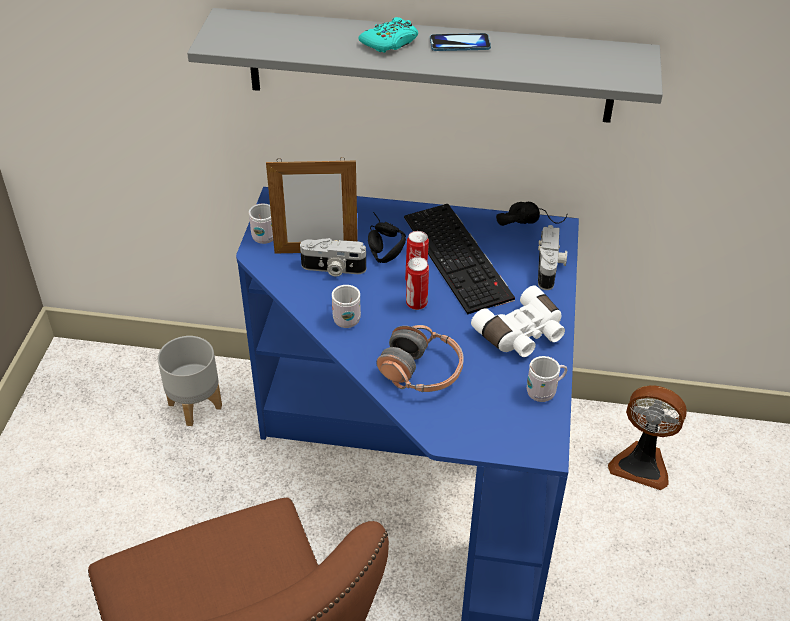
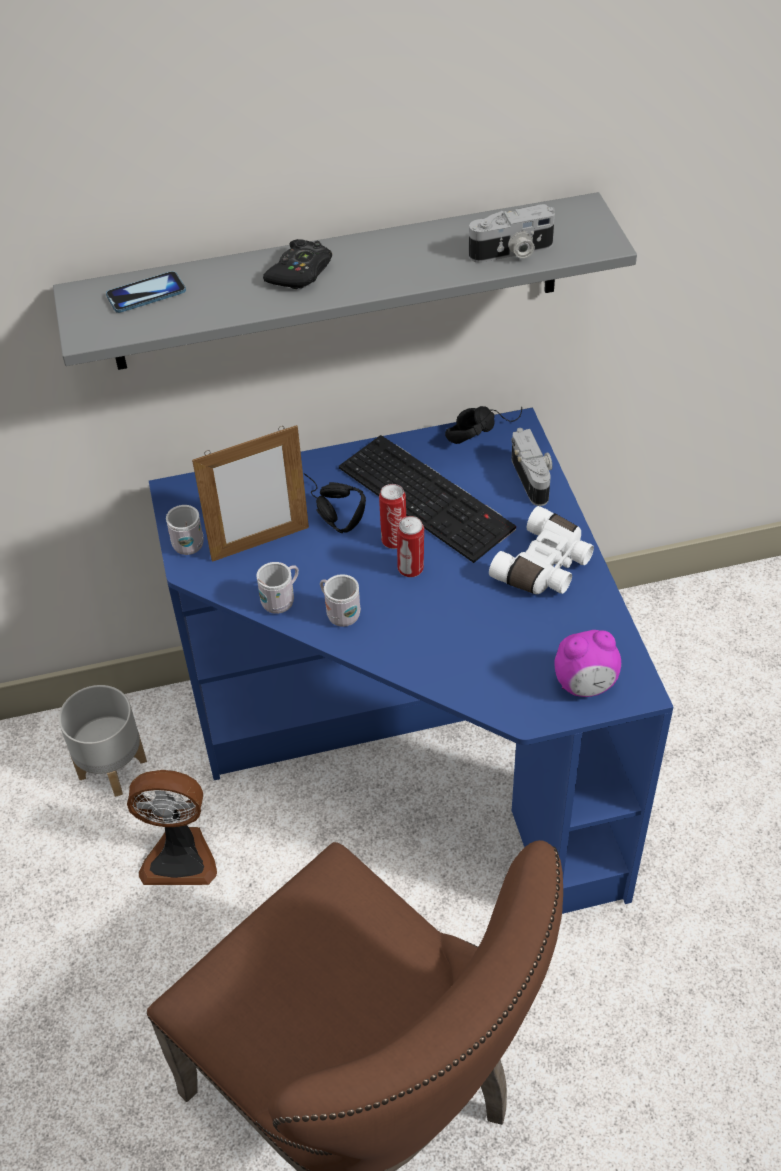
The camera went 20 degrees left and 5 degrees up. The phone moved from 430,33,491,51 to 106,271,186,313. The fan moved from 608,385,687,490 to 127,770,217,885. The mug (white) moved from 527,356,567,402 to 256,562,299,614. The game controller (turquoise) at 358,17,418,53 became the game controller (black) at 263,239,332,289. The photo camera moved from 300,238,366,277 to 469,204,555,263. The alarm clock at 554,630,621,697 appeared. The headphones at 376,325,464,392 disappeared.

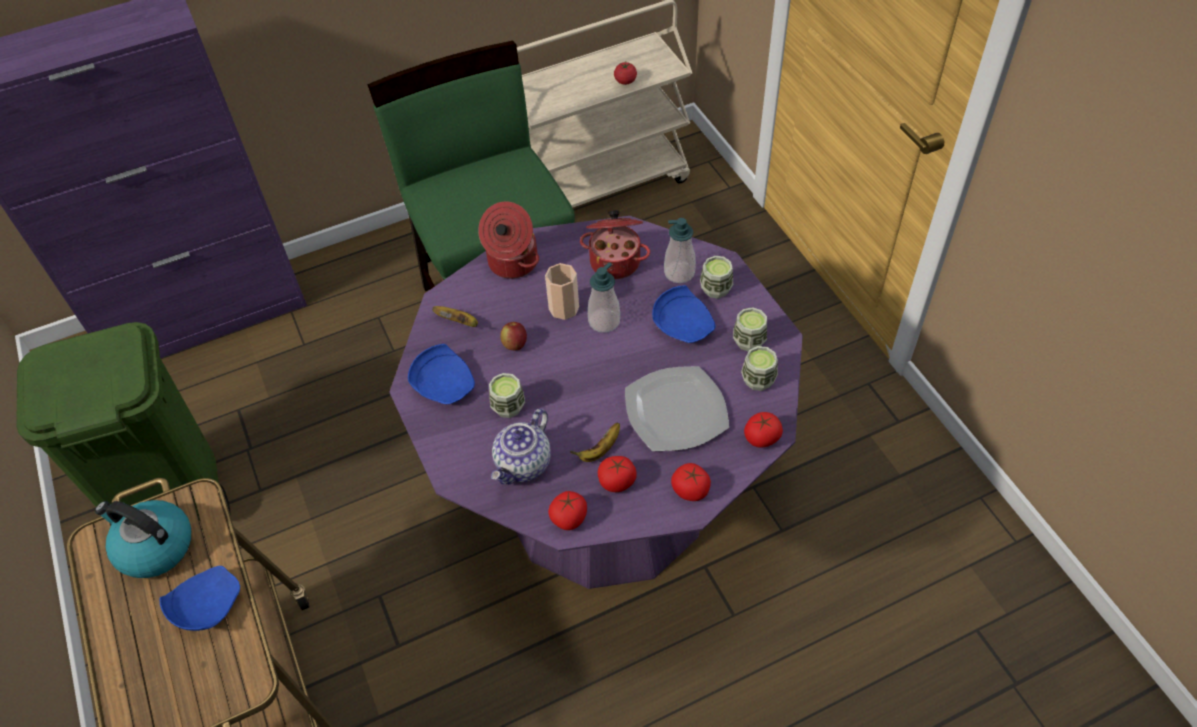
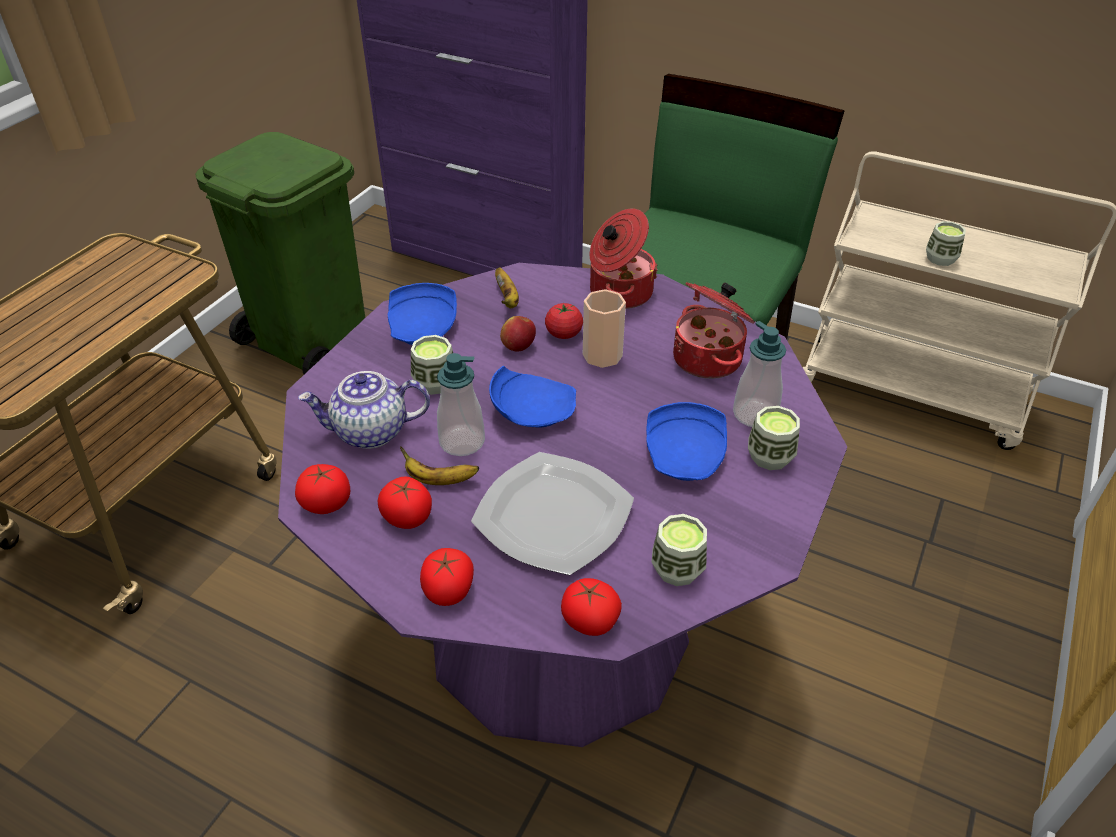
The camera went 50 degrees right and 10 degrees down. The soap dispenser moved from 588,262,620,333 to 437,353,485,456. The plate (blue) moved from 160,566,240,631 to 489,366,576,428. The tomato moved from 614,62,637,85 to 545,303,583,339. The cup moved from 733,307,767,351 to 926,221,966,266. The kettle at 95,500,191,578 disappeared.

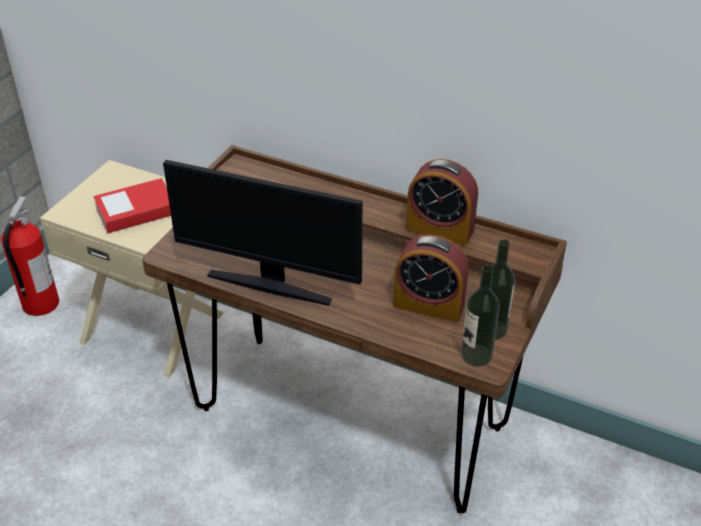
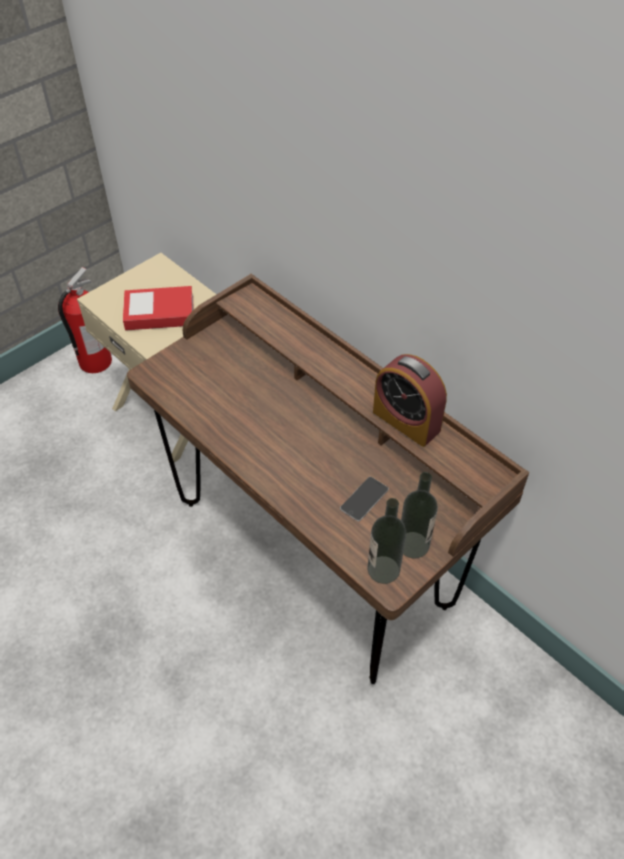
The camera went 20 degrees right and 10 degrees up. The alarm clock at 394,234,469,322 was replaced by the phone at 340,477,389,521. The monitor at 163,160,362,306 disappeared.

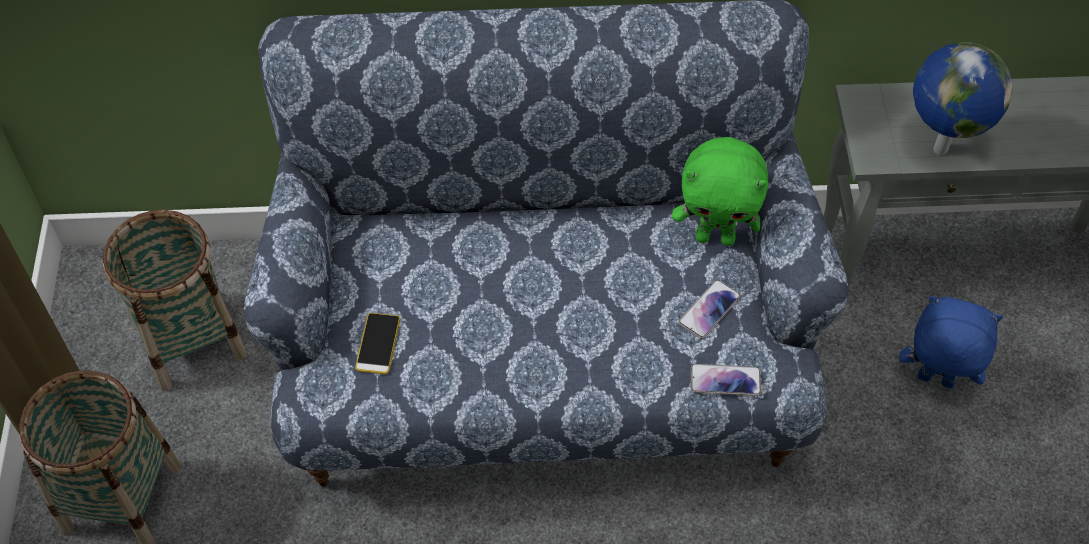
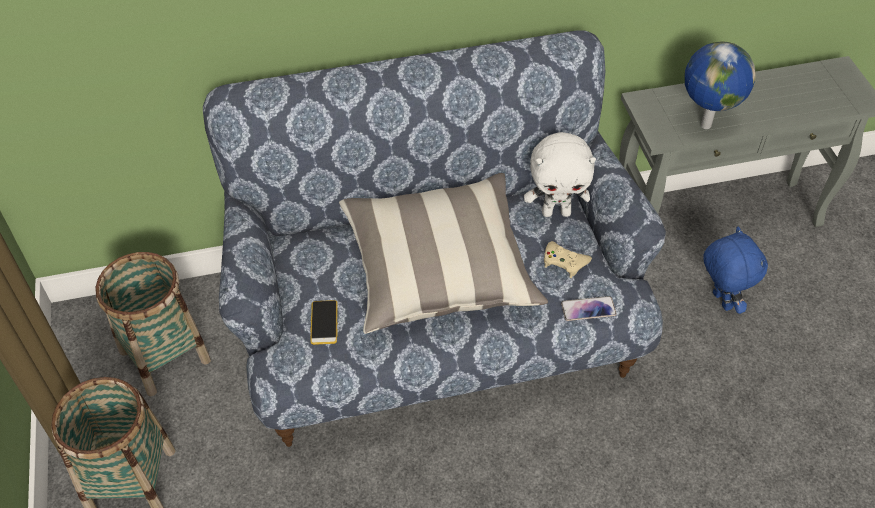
The camera went 10 degrees left and 5 degrees down. The pillow at 339,173,548,334 appeared. The plush toy (green) at 672,137,769,246 became the plush toy (white) at 524,132,596,217. The phone at 678,280,741,339 was replaced by the game controller (beige) at 544,241,592,278. The plush toy (blue) at 899,296,1003,388 turned 60 degrees clockwise.

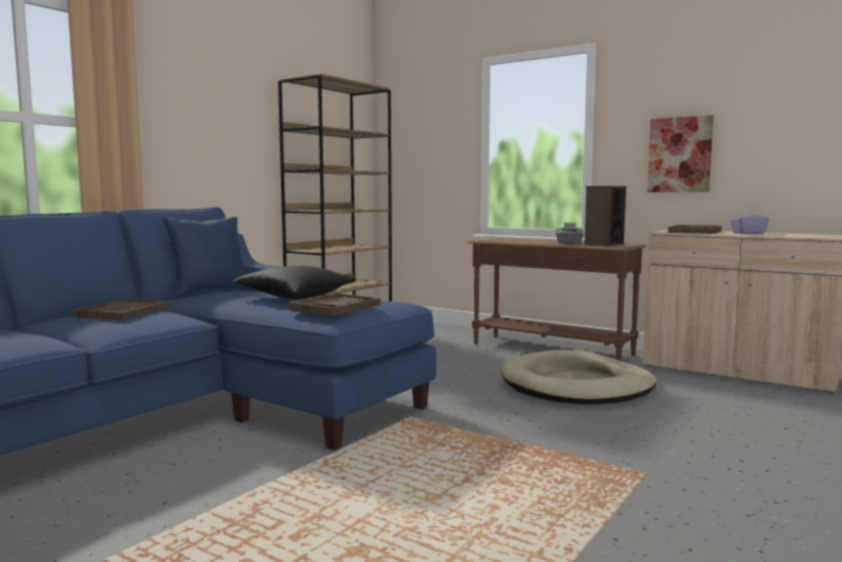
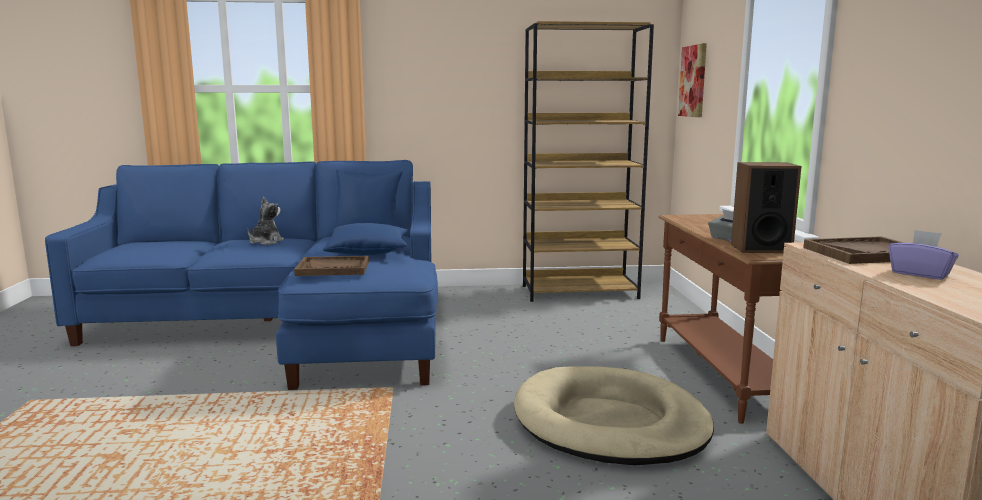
The camera went 50 degrees right and 5 degrees up. The tray (brown) at 72,299,170,320 was replaced by the plush toy at 247,197,284,245. The pillow (black) at 233,265,356,299 became the pillow (blue) at 323,223,408,255. The picture moved from 647,115,714,192 to 678,43,707,117.

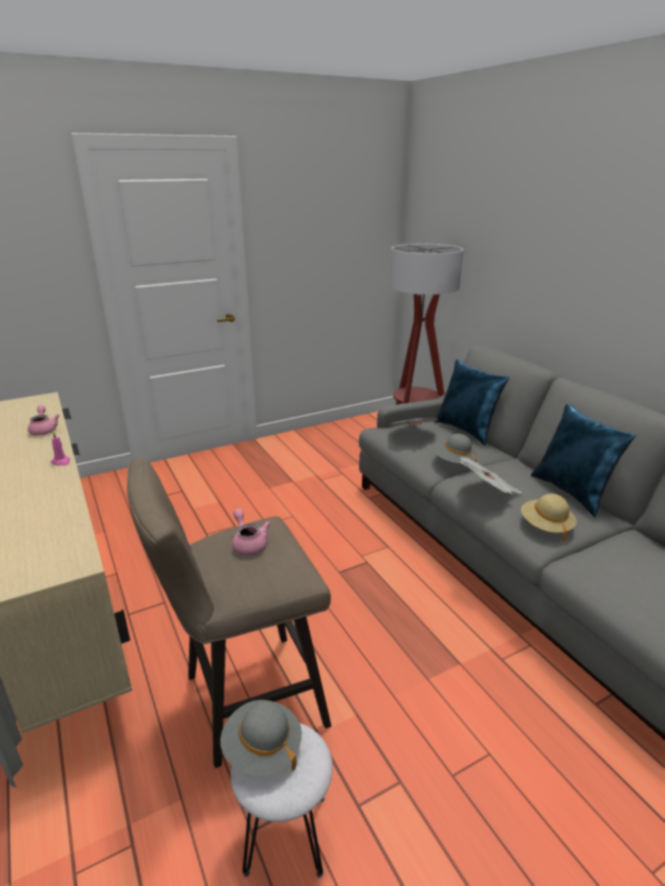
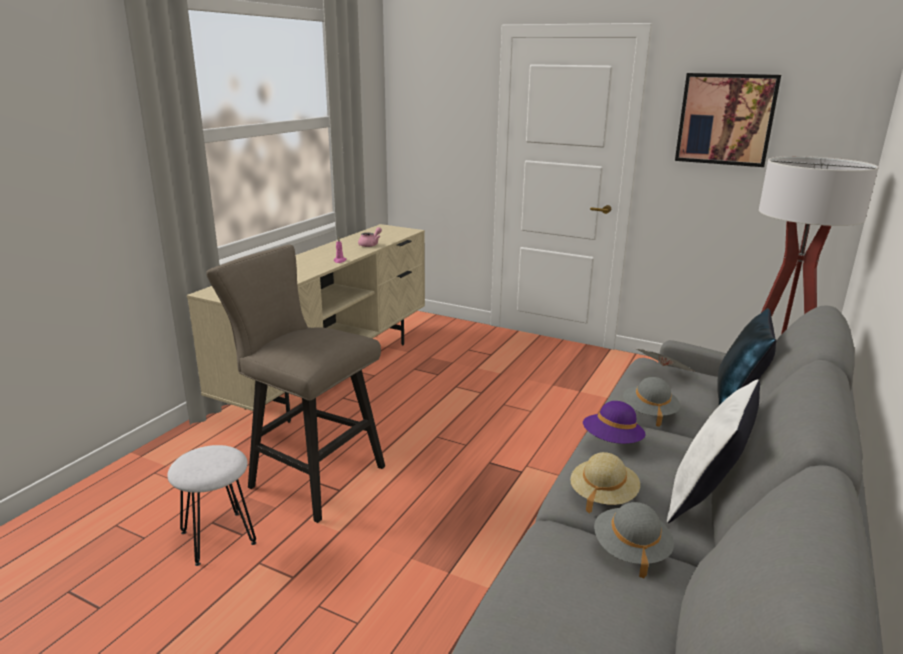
The camera went 55 degrees right and 5 degrees down. The newspaper at 460,457,522,494 was replaced by the hat (purple) at 583,401,645,444. The hat (grey) moved from 220,700,302,776 to 594,502,674,578. The pillow (blue) at 531,403,636,517 became the pillow (white) at 667,380,760,523. The picture at 675,73,781,167 appeared. The teapot (pink) at 232,509,271,556 disappeared.

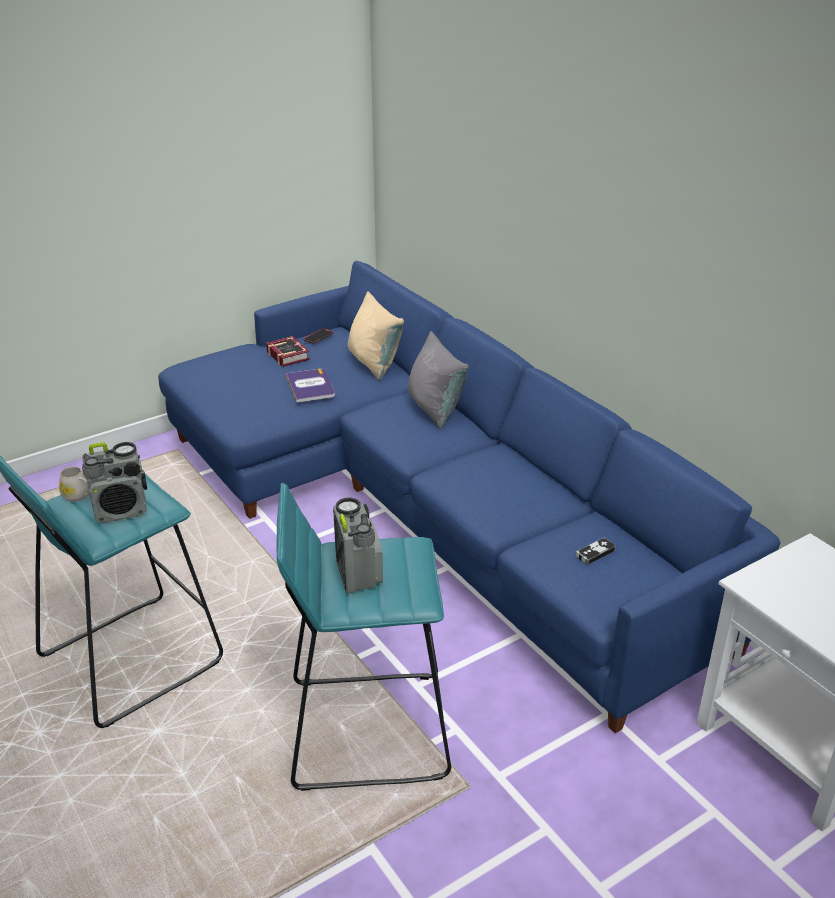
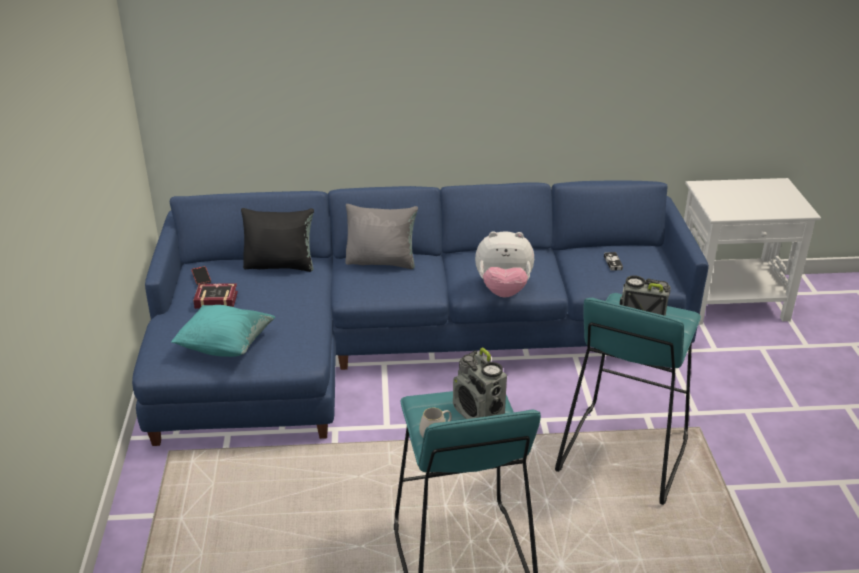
The camera went 60 degrees left and 0 degrees up. The pillow (turquoise) at 171,305,275,357 appeared. The pillow (beige) at 348,291,404,381 became the pillow (black) at 241,208,314,272. The radio at 82,442,147,523 turned 135 degrees clockwise. The plush toy at 475,231,534,298 appeared. The book at 286,369,335,403 disappeared.

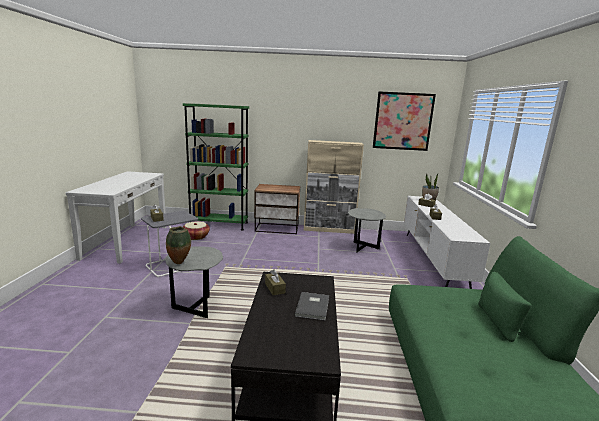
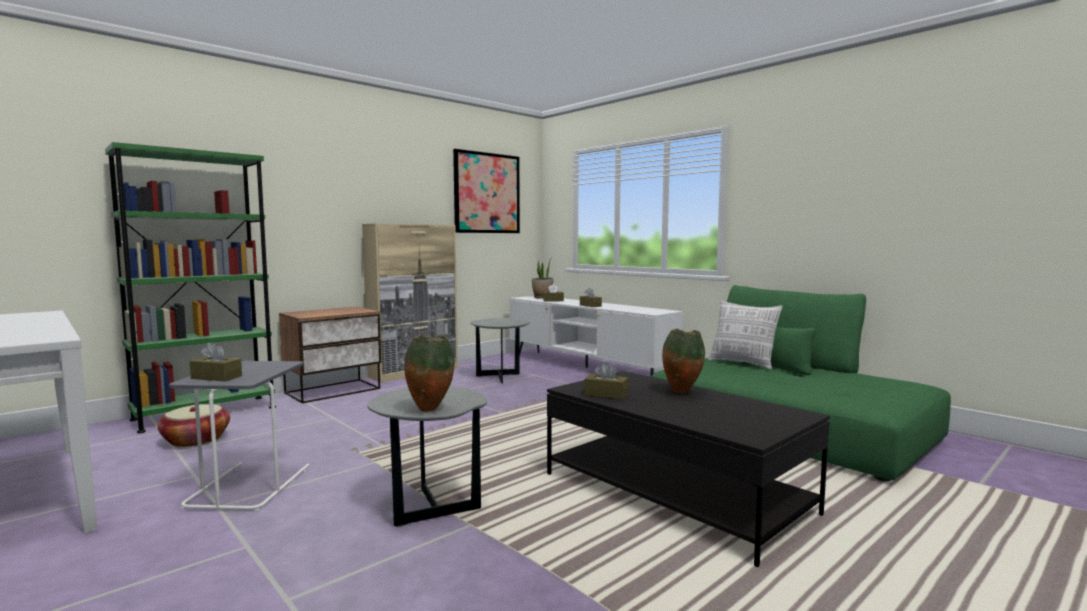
The camera went 45 degrees left and 10 degrees down. The book (grey) at 294,292,329,321 was replaced by the vase at 662,328,705,393. The pillow at 708,300,783,370 appeared.

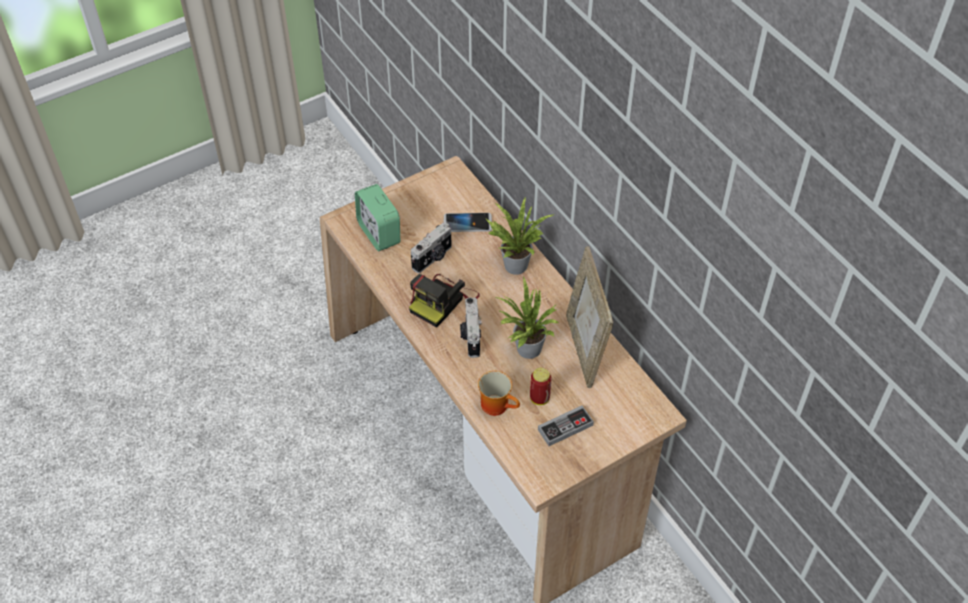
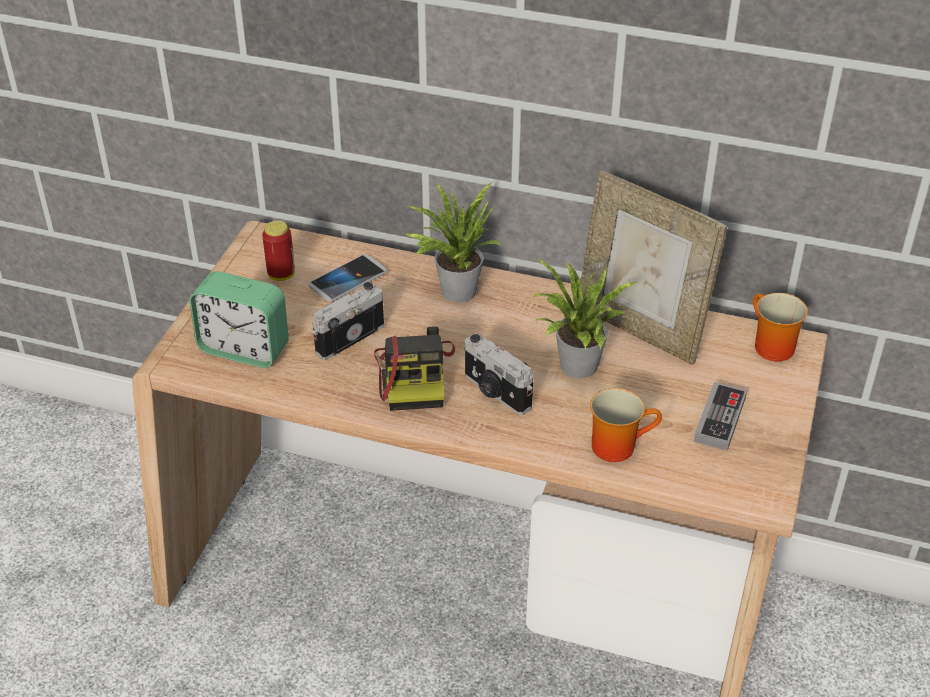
The camera went 40 degrees left and 10 degrees down. The can moved from 530,368,552,405 to 262,221,295,281. The photo camera at 411,223,452,273 turned 135 degrees counterclockwise. The mug at 753,293,808,362 appeared.

